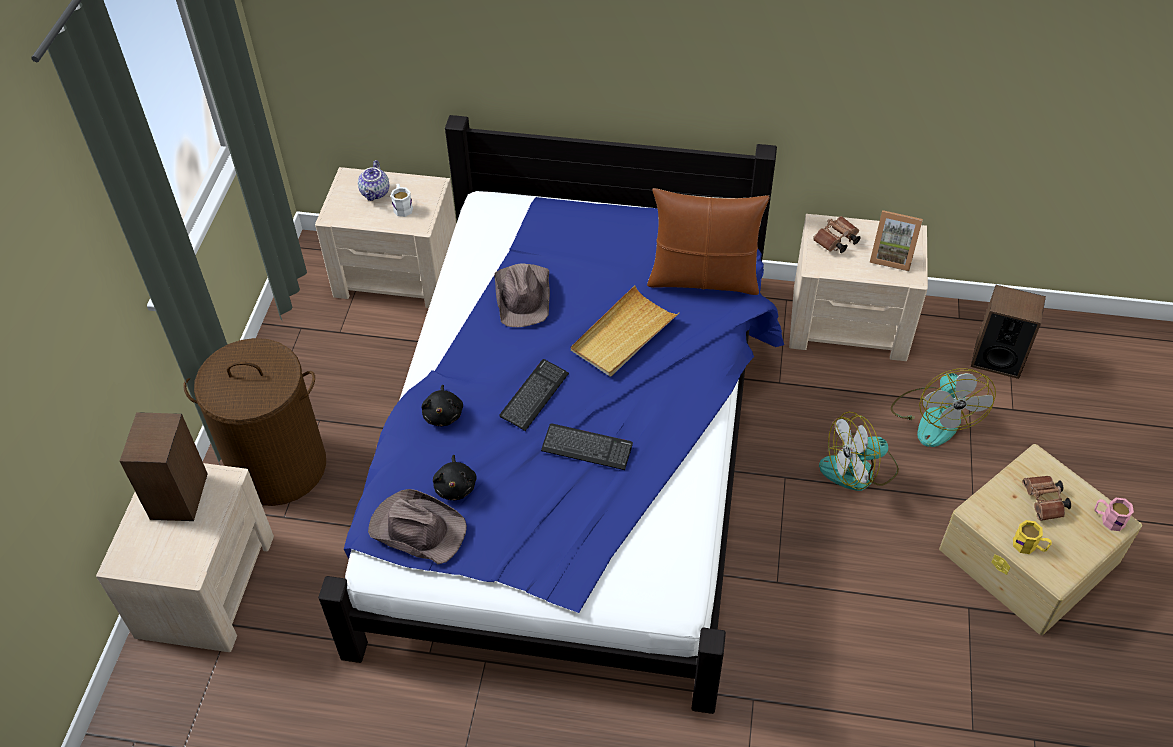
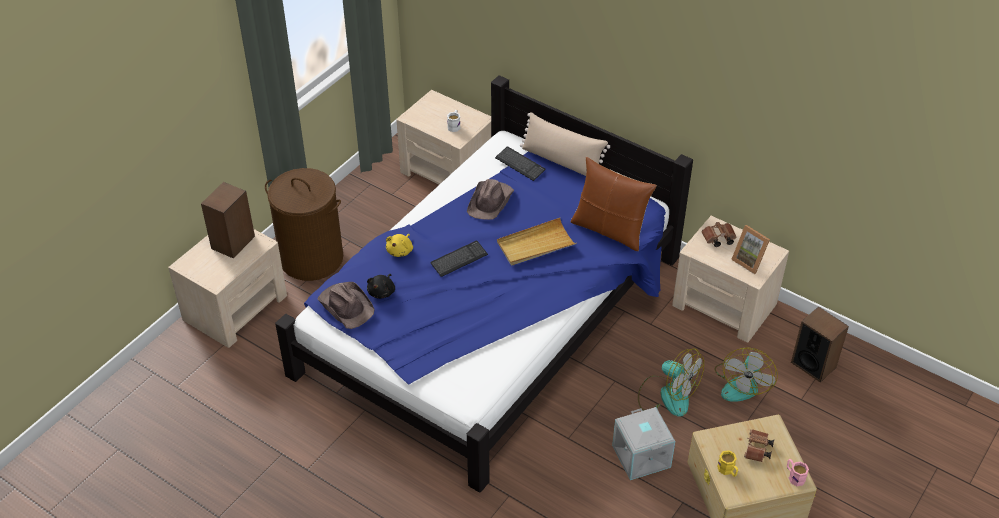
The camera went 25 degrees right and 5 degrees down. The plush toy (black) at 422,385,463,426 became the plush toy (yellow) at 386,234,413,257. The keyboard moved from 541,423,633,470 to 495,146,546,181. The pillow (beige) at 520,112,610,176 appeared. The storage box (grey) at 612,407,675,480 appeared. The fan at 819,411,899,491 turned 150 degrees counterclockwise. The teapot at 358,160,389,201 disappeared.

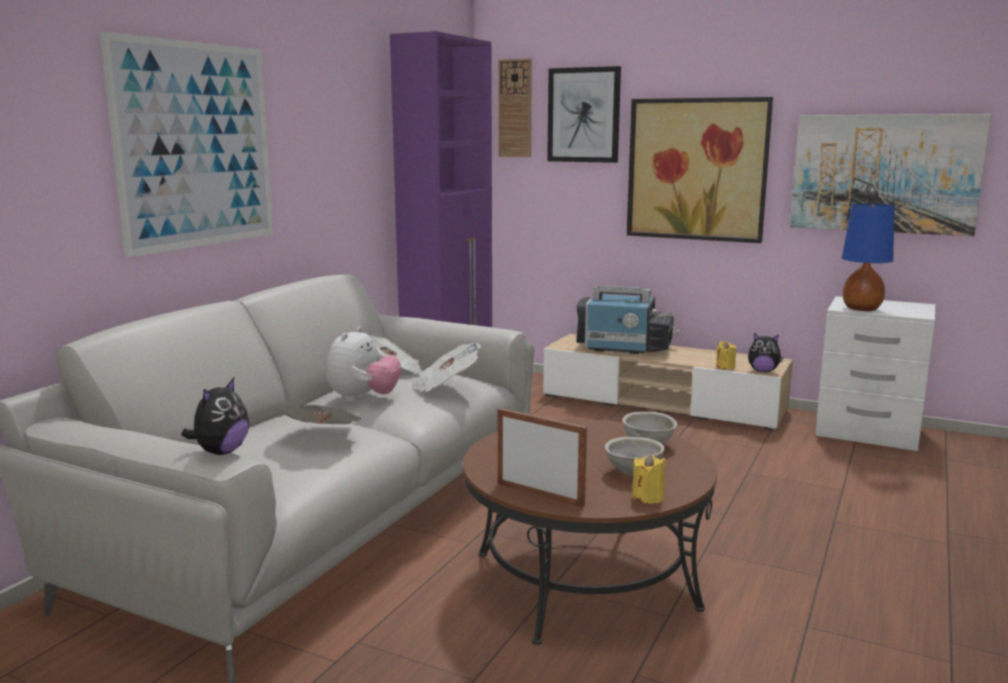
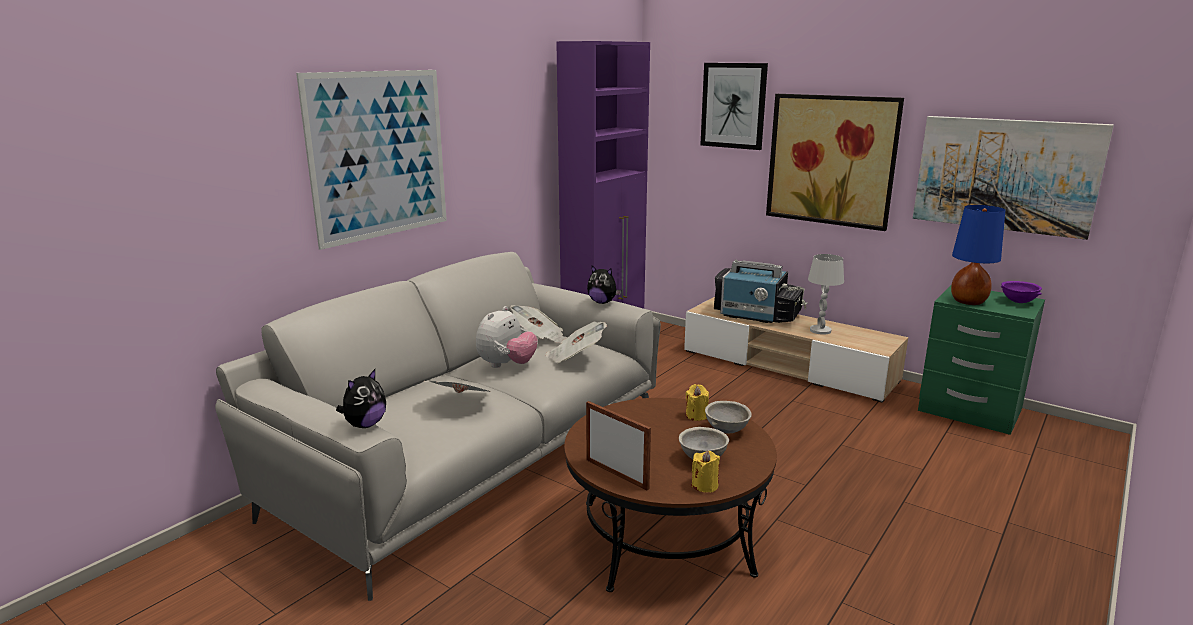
The camera went 10 degrees right and 5 degrees up. The plush toy moved from 748,333,783,372 to 587,265,621,304. The candle (yellow) moved from 716,341,736,369 to 686,384,709,421. The table lamp (white) at 808,254,844,335 appeared. The nightstand (white) at 815,296,935,451 became the nightstand (green) at 918,284,1045,435. The bowl (purple) at 1001,281,1042,303 appeared. The wall clock at 498,58,532,157 disappeared.

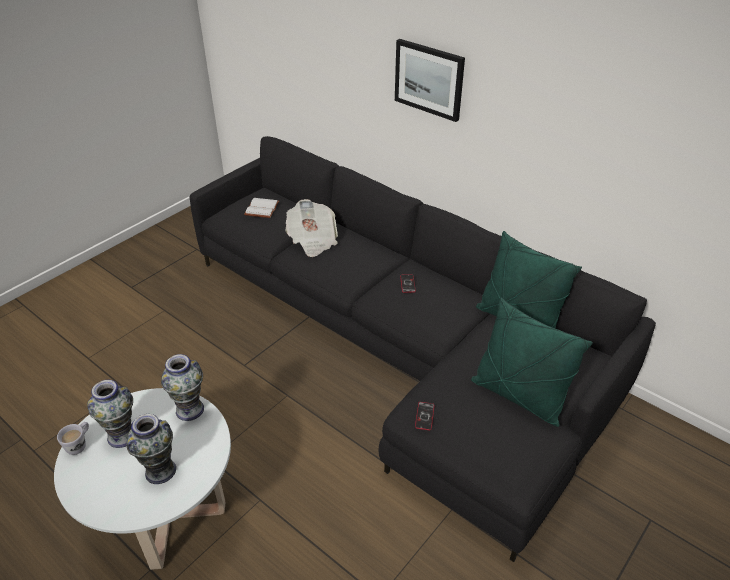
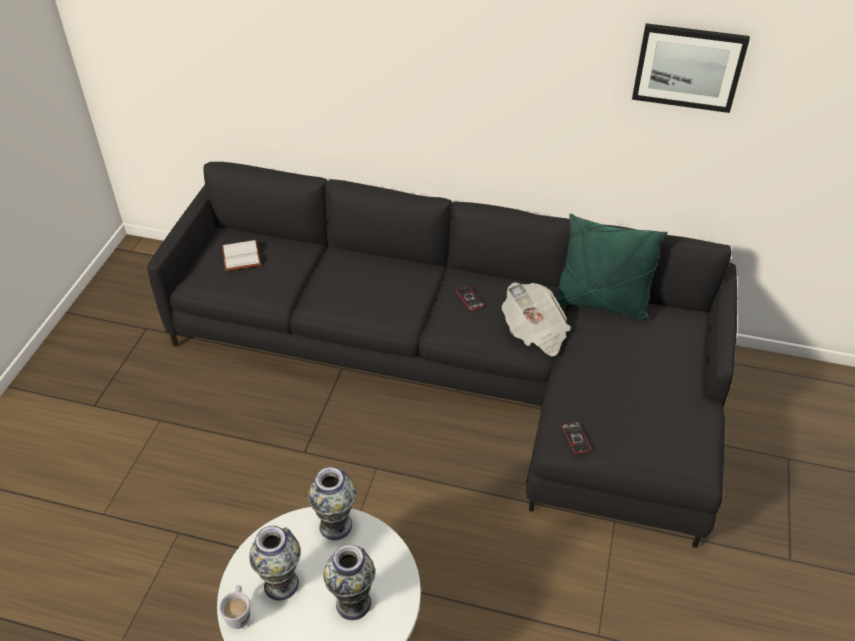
The camera went 25 degrees left and 5 degrees up. The newspaper moved from 285,199,338,257 to 502,282,571,356. The picture moved from 395,39,465,122 to 632,23,750,113. The pillow (green) at 471,297,593,427 disappeared.

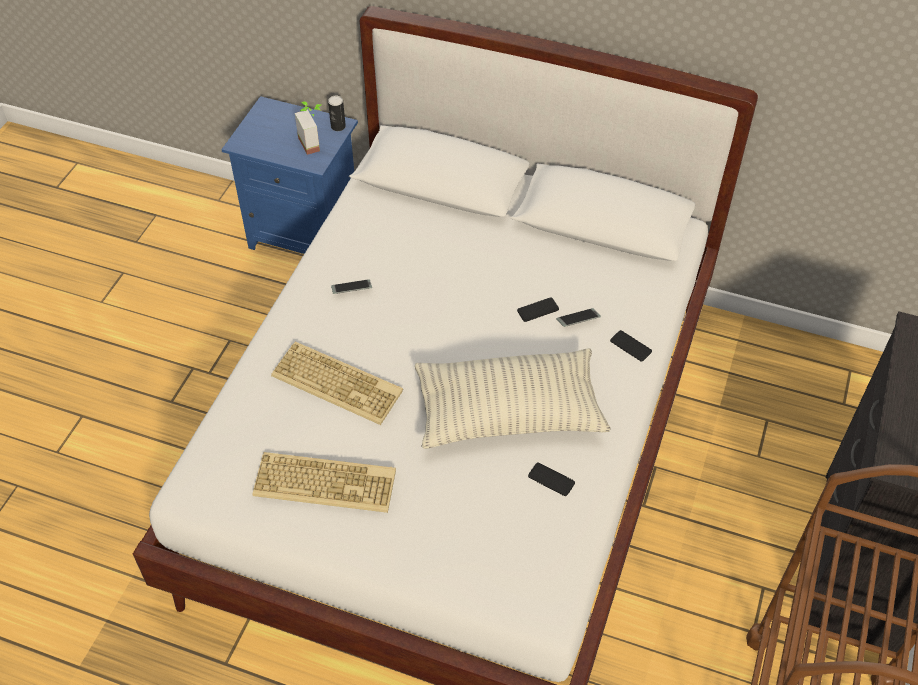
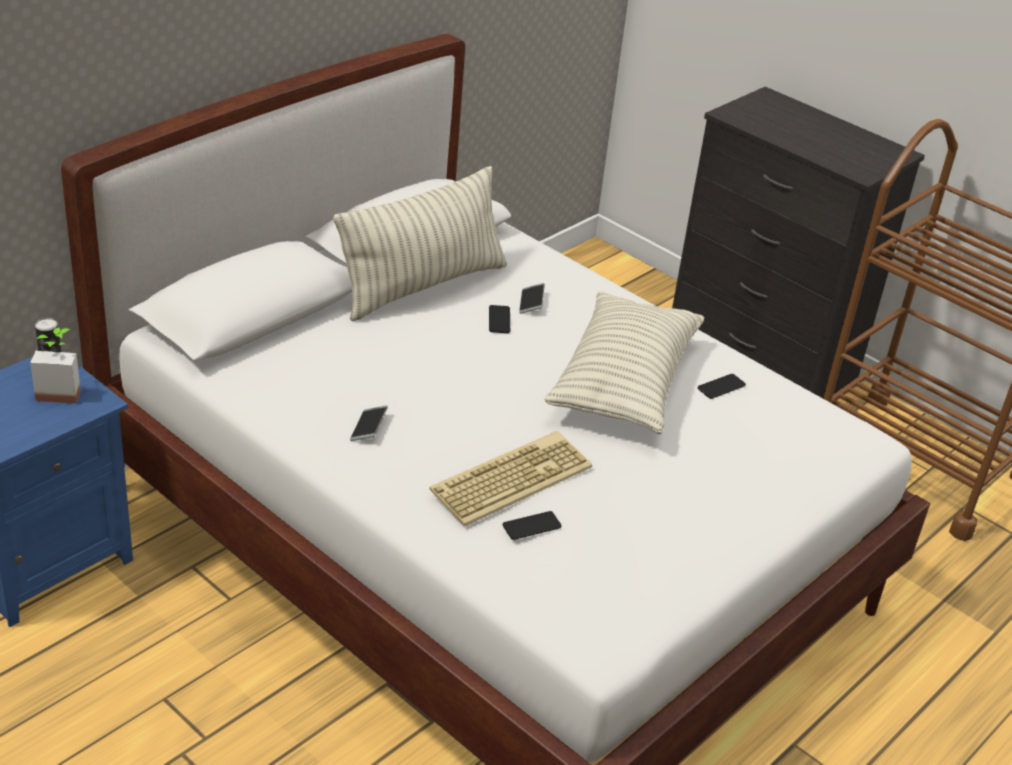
The camera went 70 degrees left and 15 degrees down. The pillow at 333,166,507,322 appeared. The phone moved from 610,330,652,362 to 503,511,562,540. The keyboard at 253,452,396,513 disappeared.

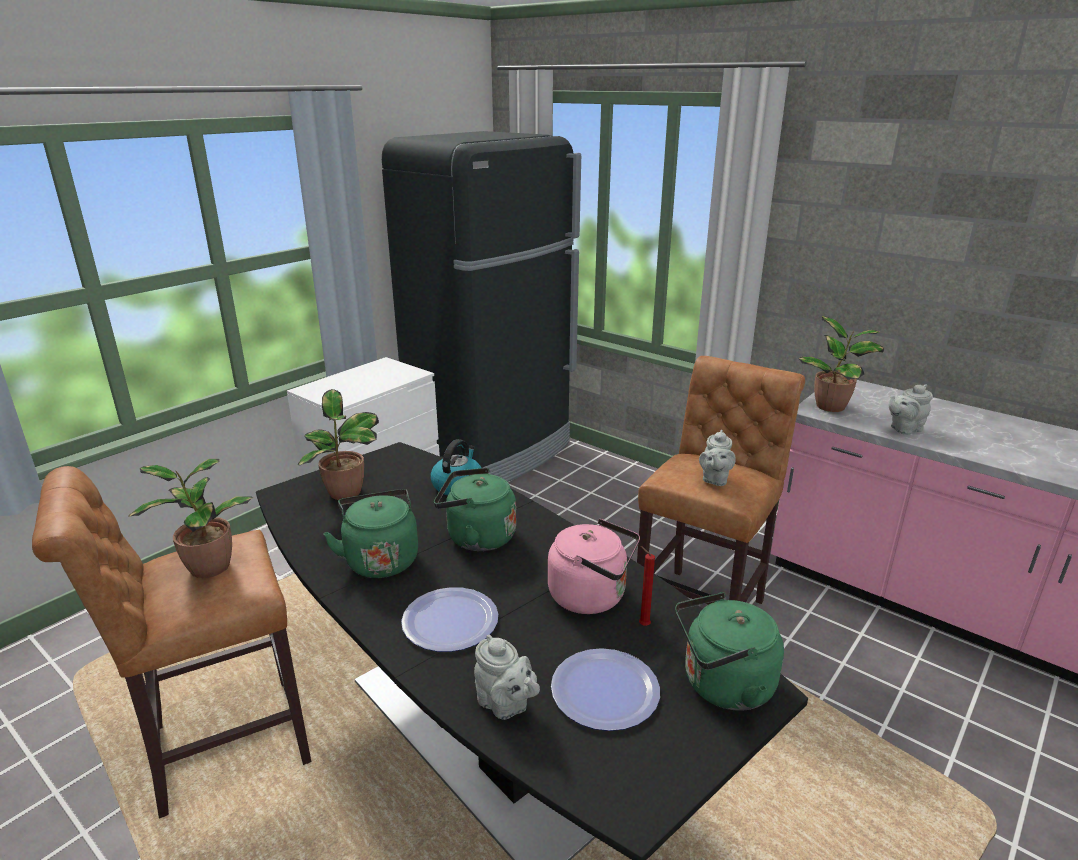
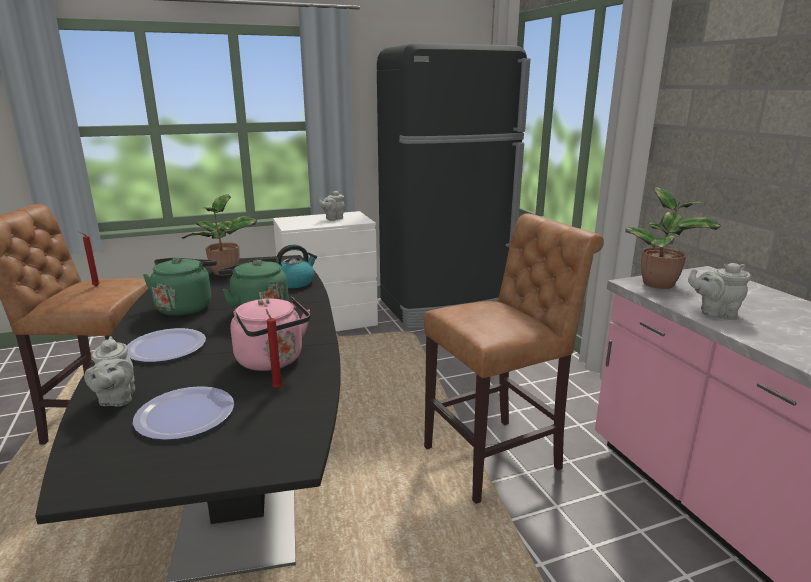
The camera went 30 degrees right and 5 degrees down. The potted plant at 128,459,253,578 was replaced by the candle (red) at 79,232,100,286. The teapot (grey) moved from 699,430,736,486 to 319,191,345,221. The kettle (green) at 675,592,784,711 disappeared.

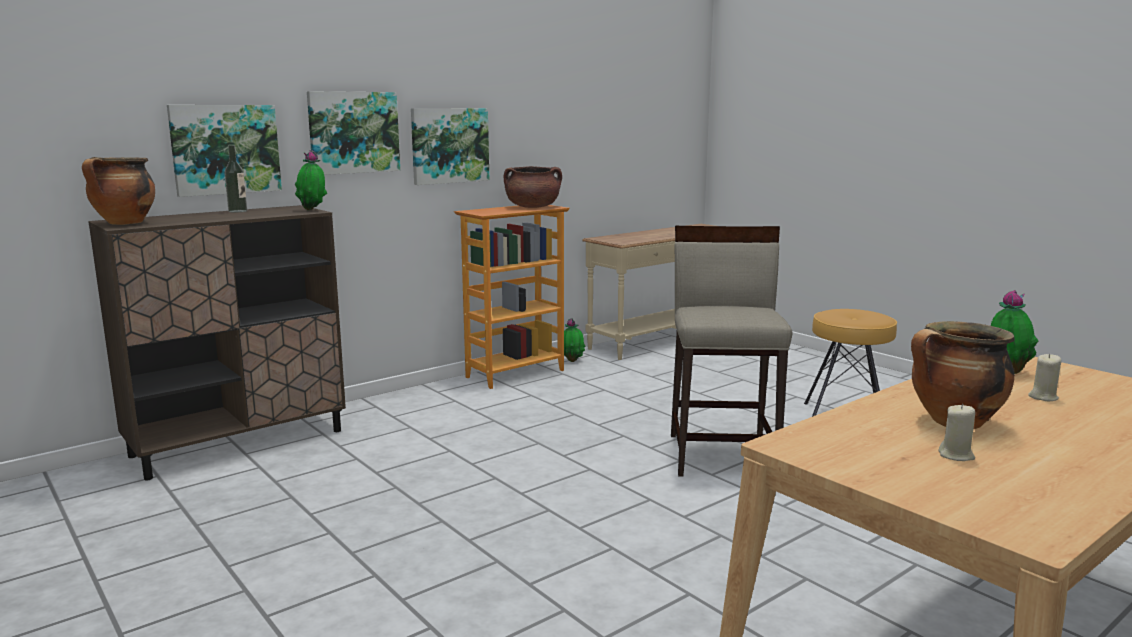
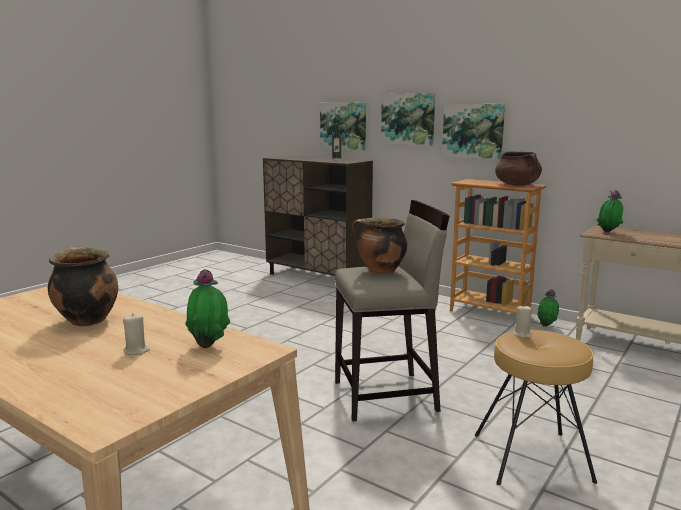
The camera went 75 degrees right and 0 degrees up. The cooking pot moved from 82,157,155,225 to 352,218,407,274. The candle (beige) moved from 939,404,975,461 to 513,306,532,338. The potted plant moved from 295,150,327,210 to 597,190,623,232.

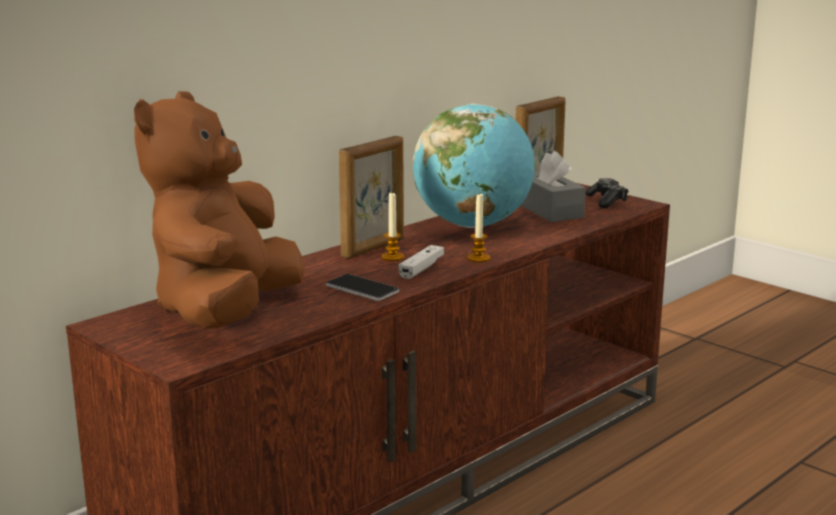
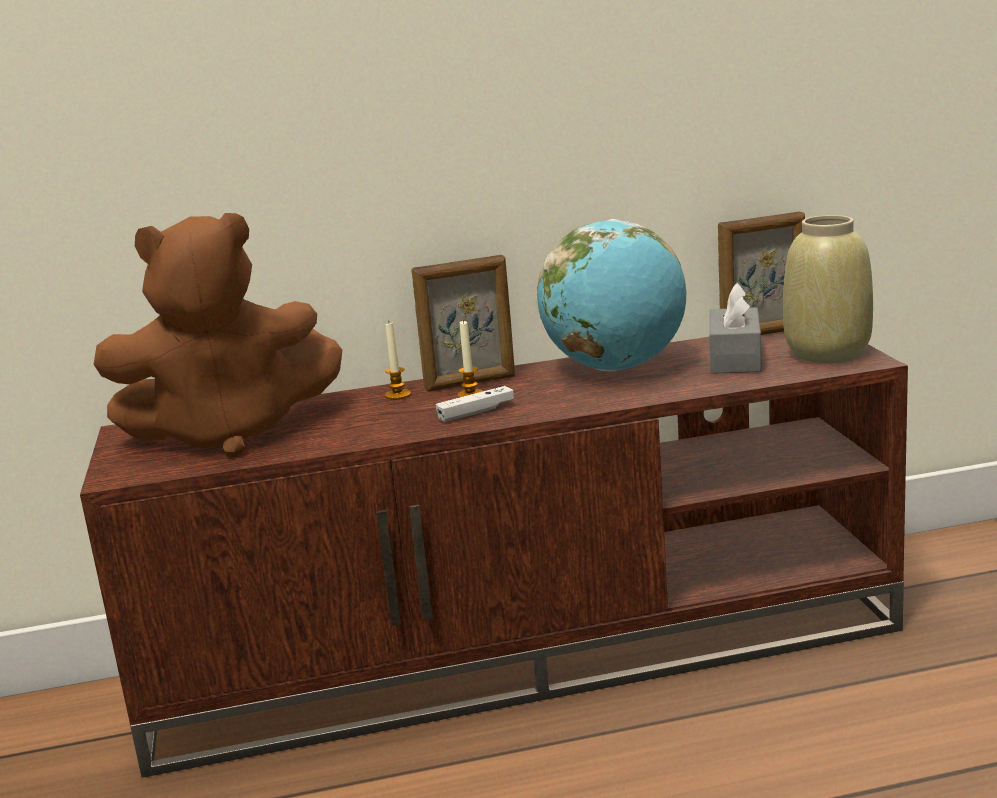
The camera went 35 degrees right and 0 degrees up. The plush toy (brown) at 134,91,305,329 turned 150 degrees counterclockwise. The candle moved from 467,194,490,262 to 385,323,411,400. The game controller at 585,178,629,208 was replaced by the vase (beige) at 783,215,873,363. The phone at 326,274,399,301 disappeared.

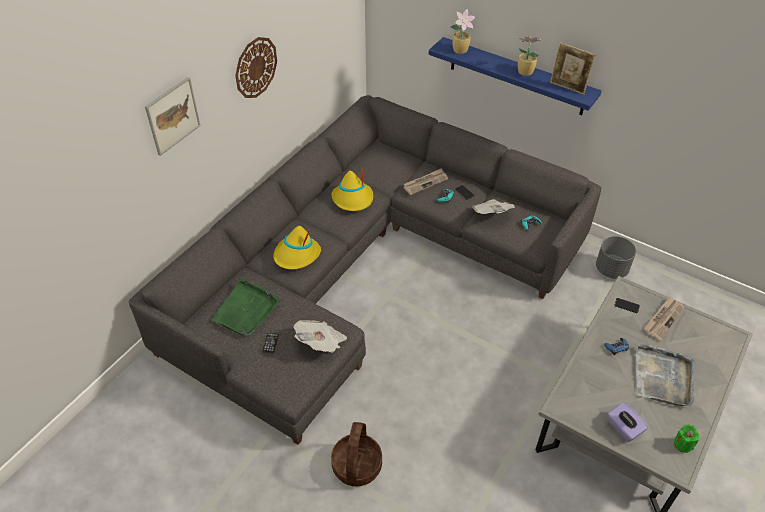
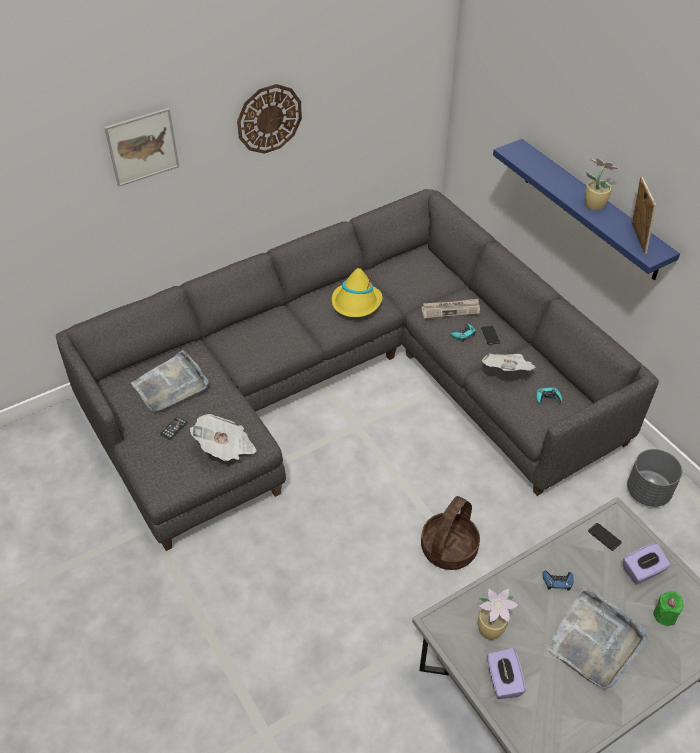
The camera went 25 degrees right and 0 degrees up. The tray (green) at 212,279,279,336 became the tray (grey) at 131,350,209,413. The basket moved from 331,422,382,486 to 421,496,480,570. The potted plant moved from 451,9,475,54 to 478,588,518,640. The newspaper at 644,296,684,342 was replaced by the tissue box (purple) at 623,543,671,584. The picture frame at 550,42,596,95 turned 150 degrees counterclockwise. The candle (green) moved from 674,424,699,453 to 654,591,684,626. The hat (yellow) at 273,226,321,269 disappeared.

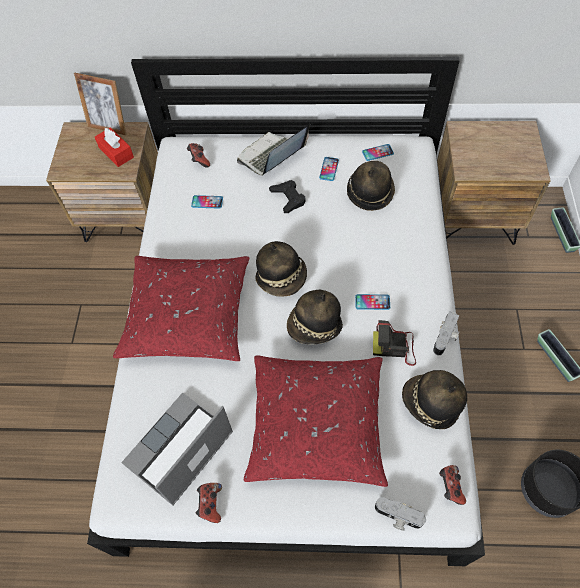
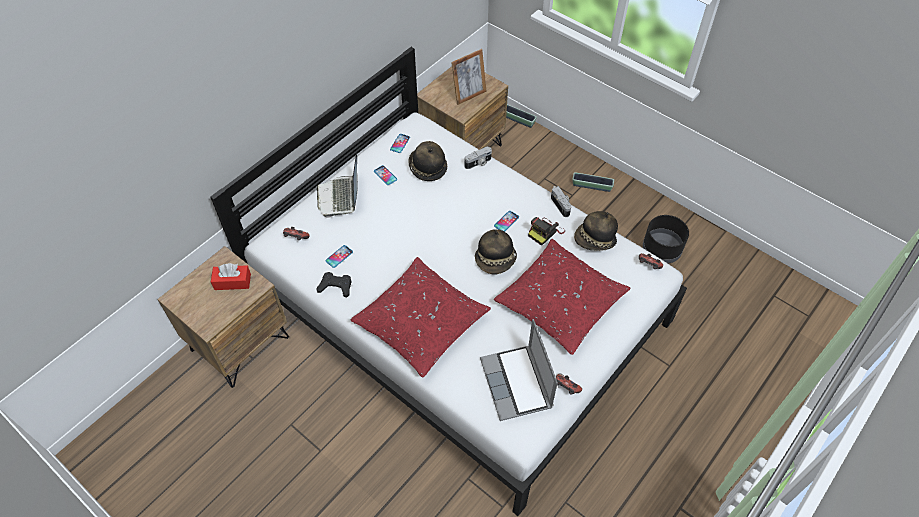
The camera went 55 degrees left and 5 degrees down. The game controller (black) moved from 269,180,305,213 to 316,272,351,298. The picture frame moved from 74,73,126,135 to 451,49,487,105. The photo camera moved from 375,497,426,531 to 464,146,492,169. The hat at 256,241,307,297 disappeared.

